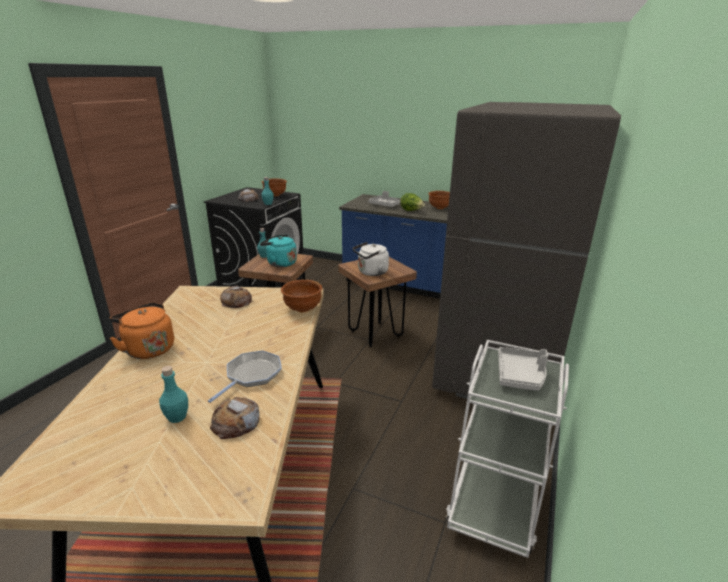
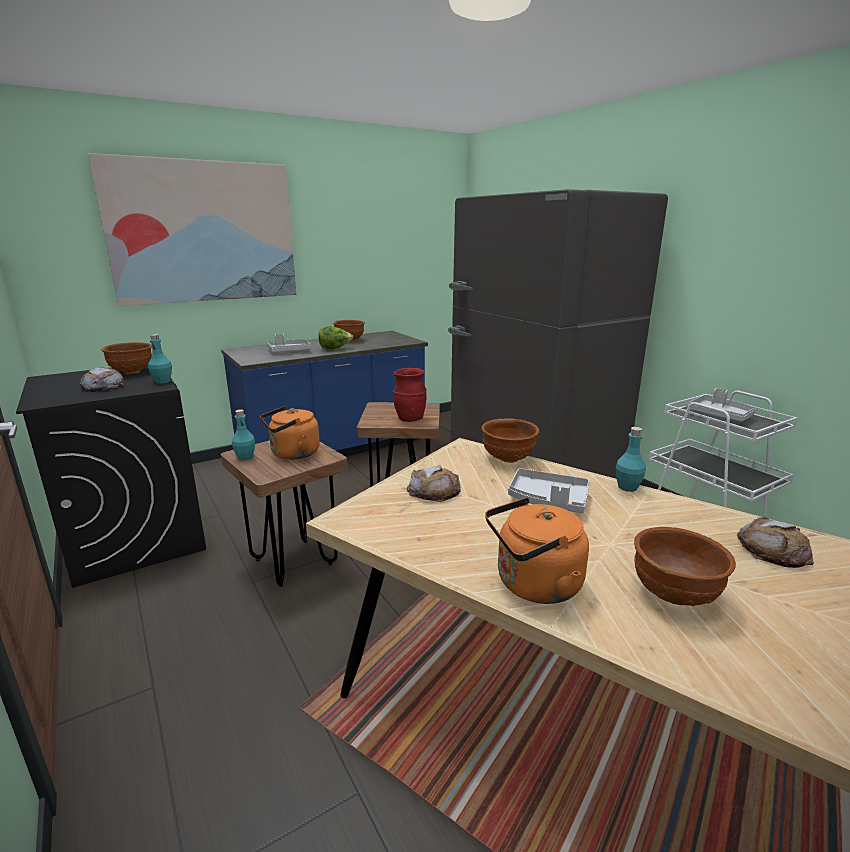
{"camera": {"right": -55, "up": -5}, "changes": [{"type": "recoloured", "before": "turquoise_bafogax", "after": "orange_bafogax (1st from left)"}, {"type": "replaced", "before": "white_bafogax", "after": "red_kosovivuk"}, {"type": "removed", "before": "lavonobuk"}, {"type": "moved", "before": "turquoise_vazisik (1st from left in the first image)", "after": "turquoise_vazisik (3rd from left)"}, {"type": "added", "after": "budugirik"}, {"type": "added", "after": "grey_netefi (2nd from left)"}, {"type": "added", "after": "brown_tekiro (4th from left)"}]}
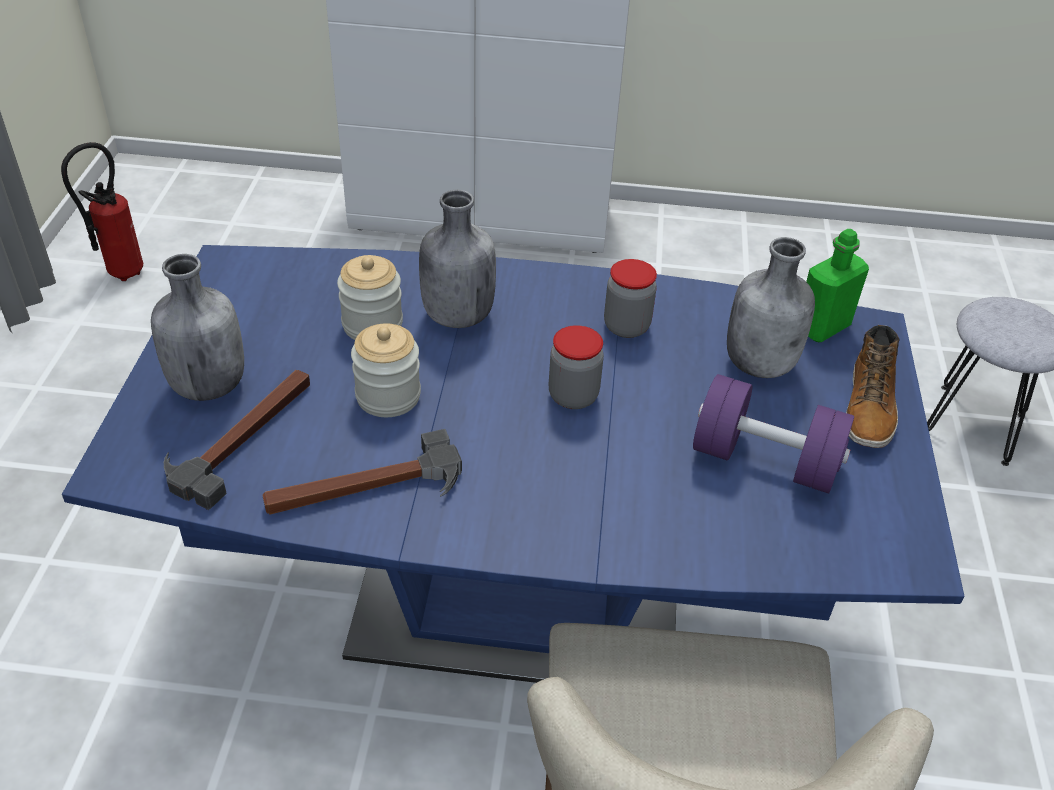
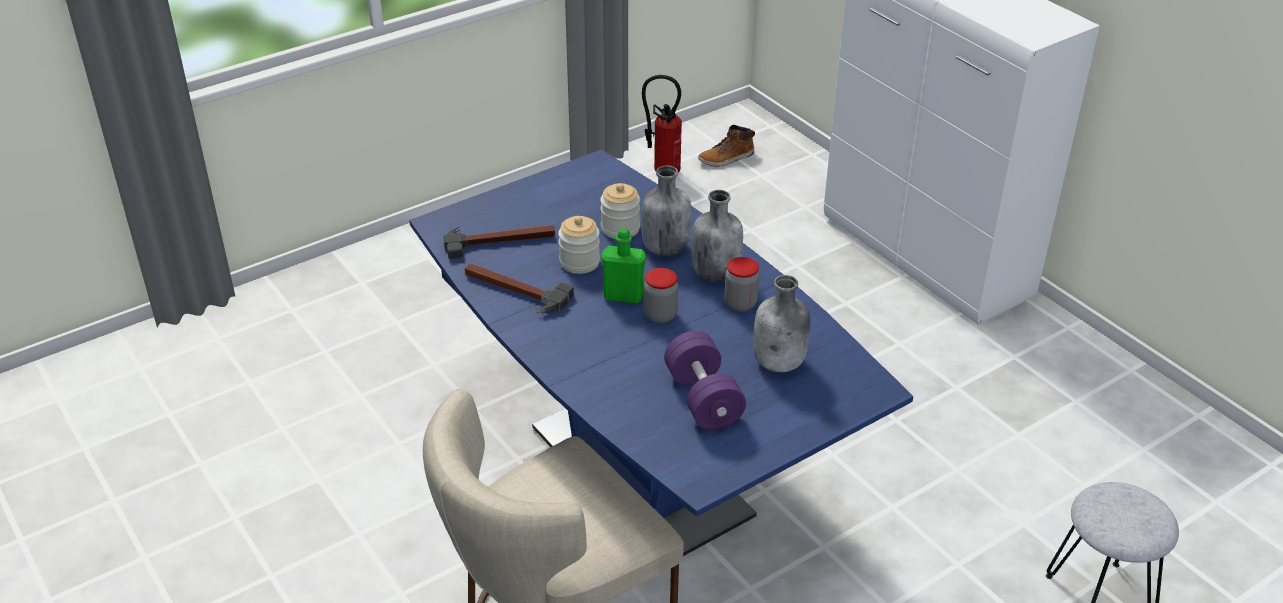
{"camera": {"right": 50, "up": -5}, "changes": [{"type": "moved", "before": "green_vazisik"}, {"type": "moved", "before": "grey_vazisik (1st from left in the first image)", "after": "grey_vazisik (2nd from left)"}, {"type": "moved", "before": "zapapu"}]}
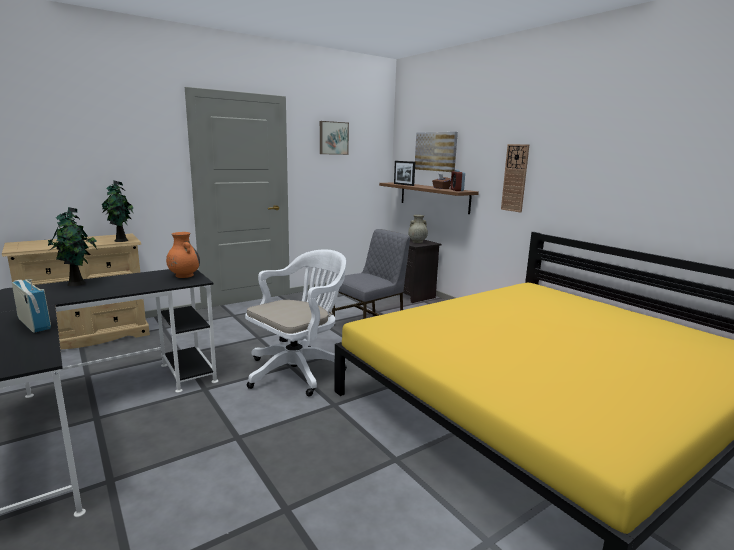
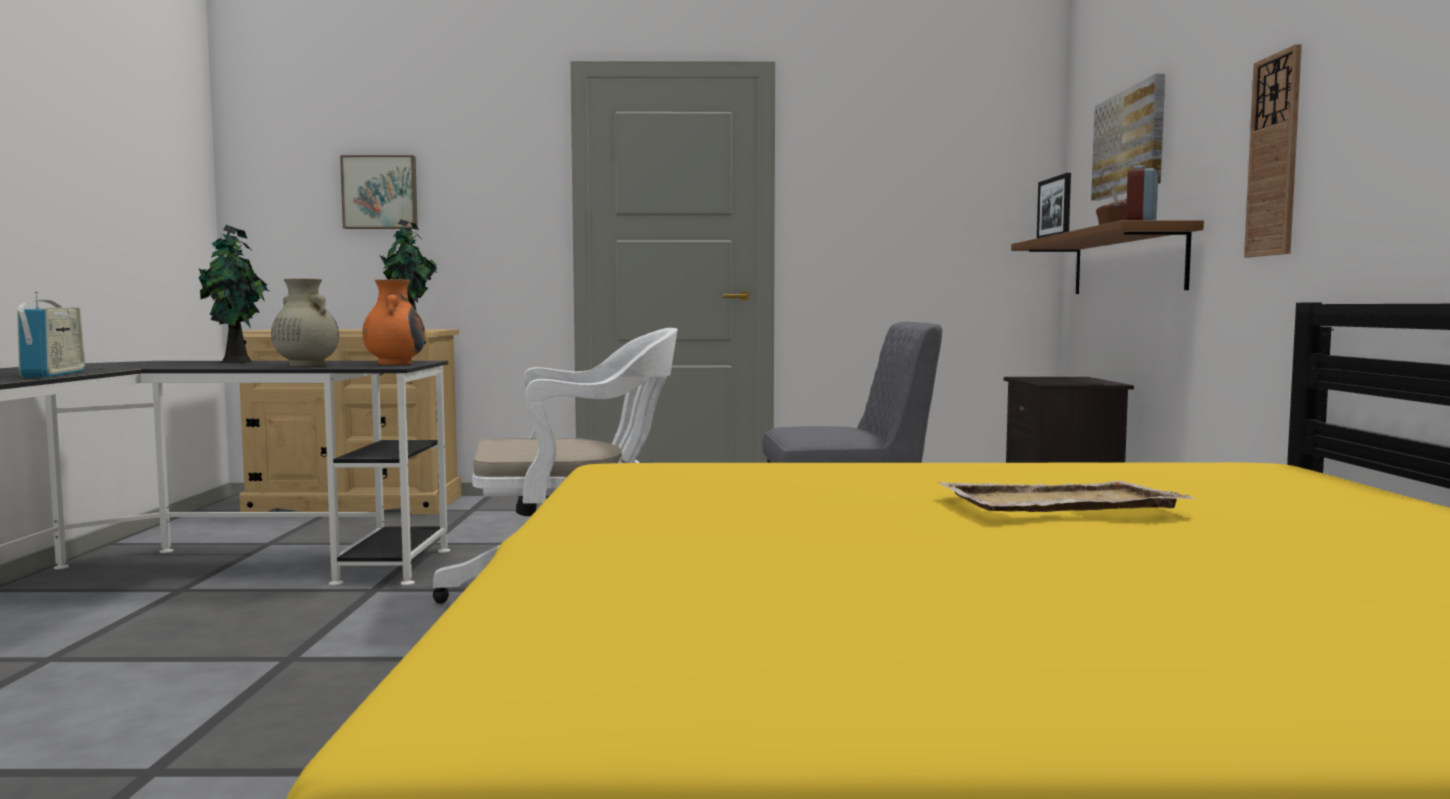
{"camera": {"right": 35, "up": -10}, "changes": [{"type": "moved", "before": "budugirik (1st from left)"}, {"type": "moved", "before": "beige_kosovivuk"}, {"type": "added", "after": "beige_netefi"}]}
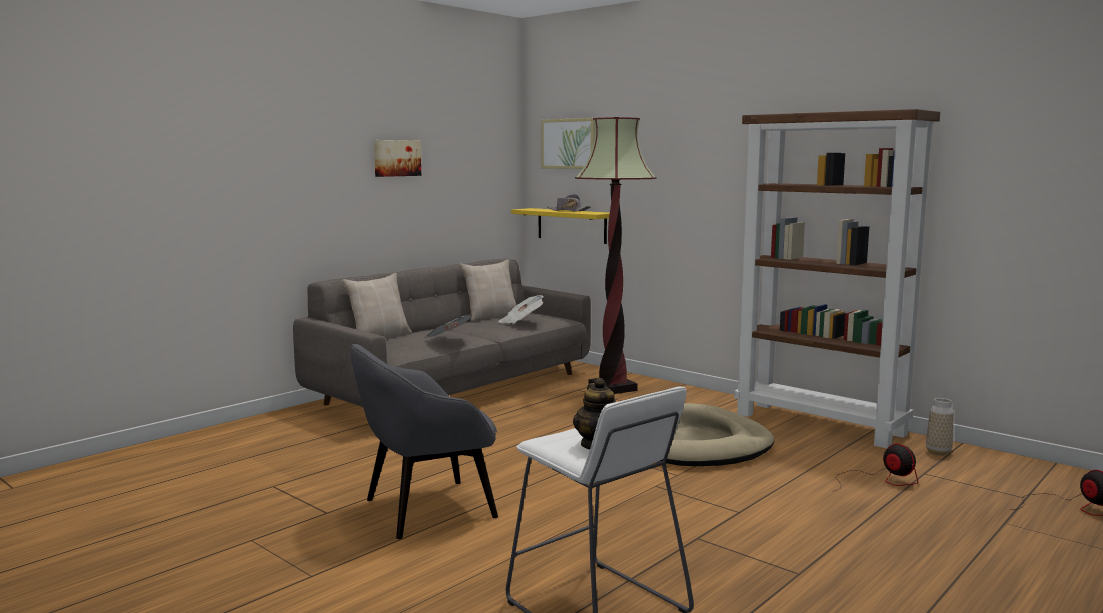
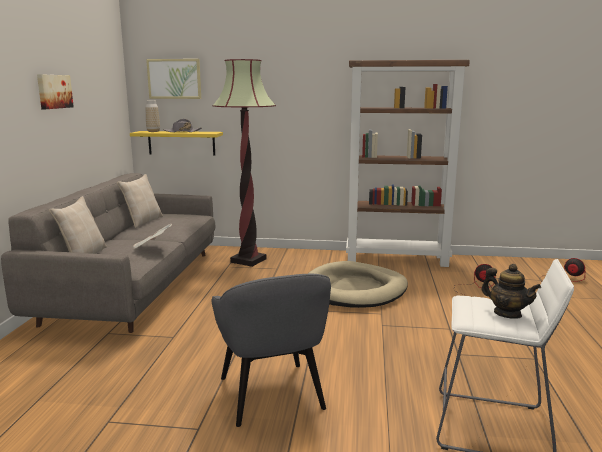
{"camera": {"right": -35, "up": 5}, "changes": [{"type": "removed", "before": "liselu (2nd from left)"}, {"type": "turned", "before": "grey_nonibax", "turn": -45}, {"type": "moved", "before": "kosovivuk"}]}
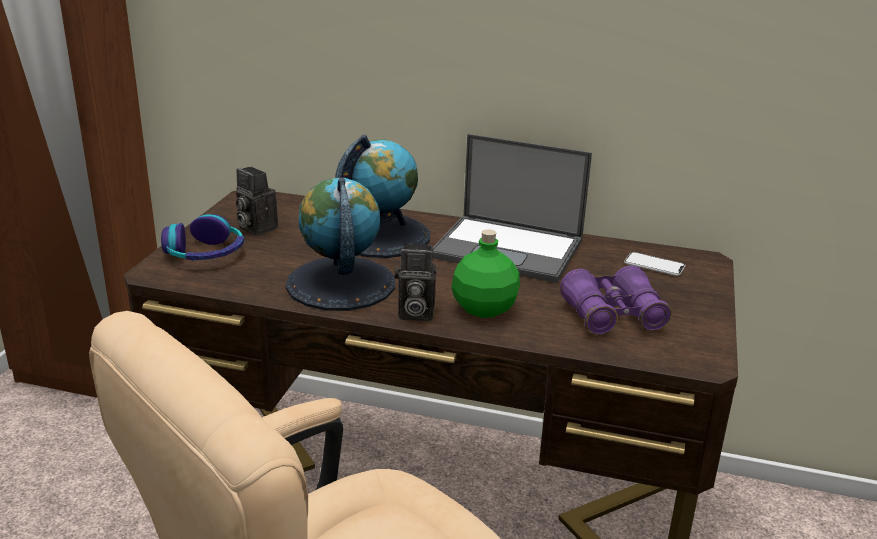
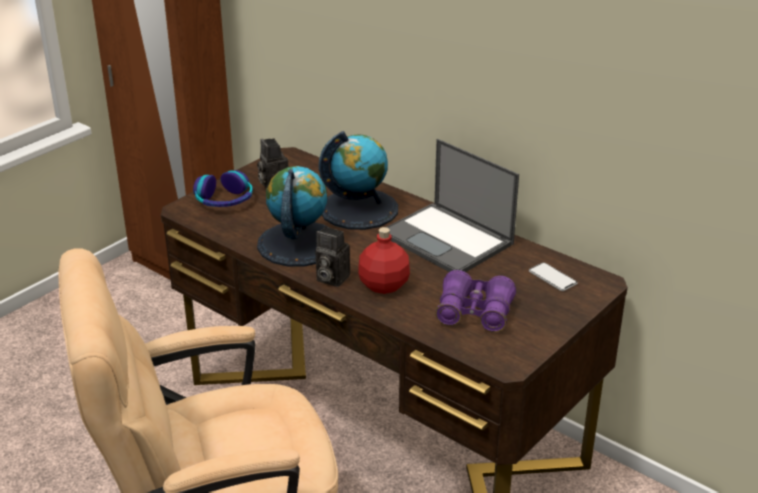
{"camera": {"right": 25, "up": 5}, "changes": [{"type": "recoloured", "before": "green_vazisik", "after": "red_vazisik"}]}
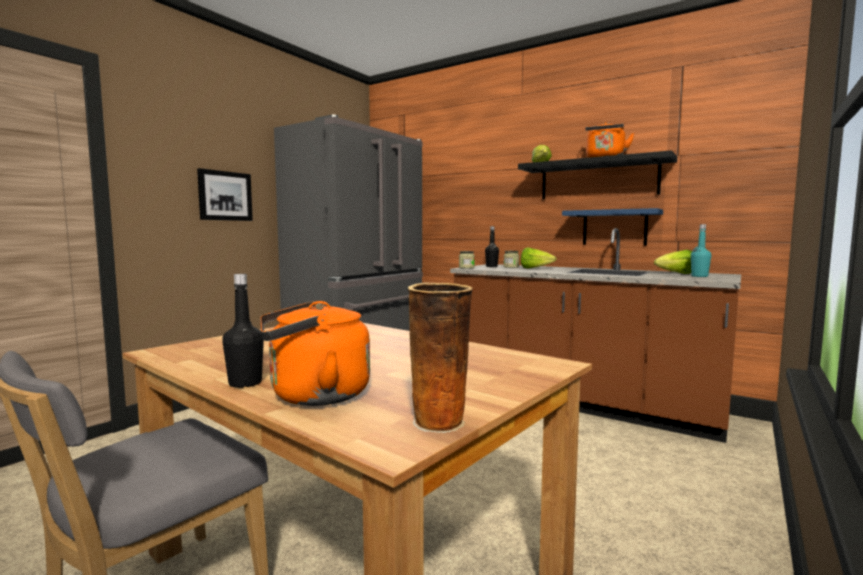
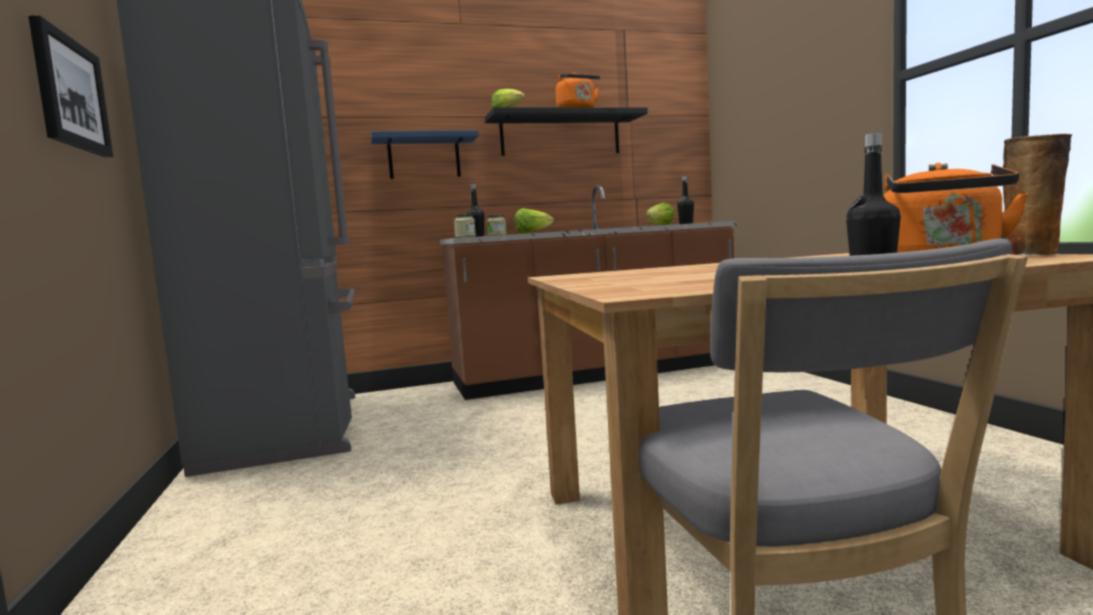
{"camera": {"right": -50, "up": 0}, "changes": [{"type": "moved", "before": "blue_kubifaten"}, {"type": "recoloured", "before": "turquoise_vazisik", "after": "black_vazisik (2nd from left)"}]}
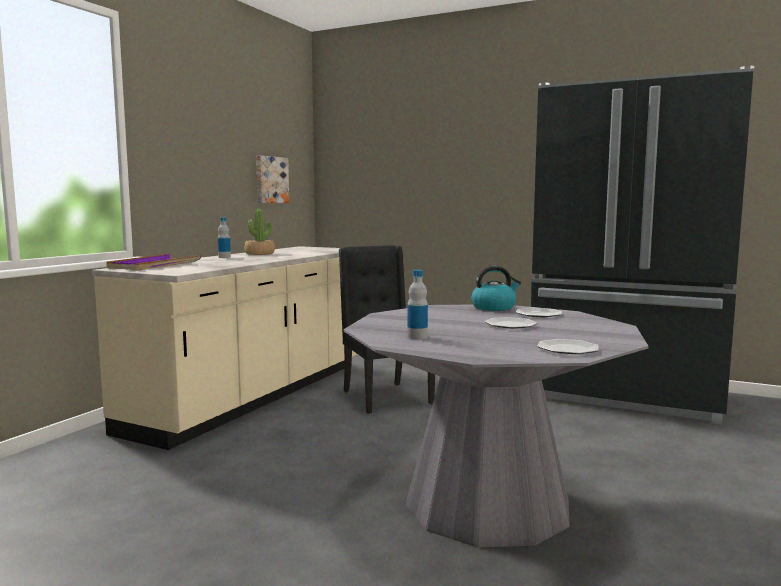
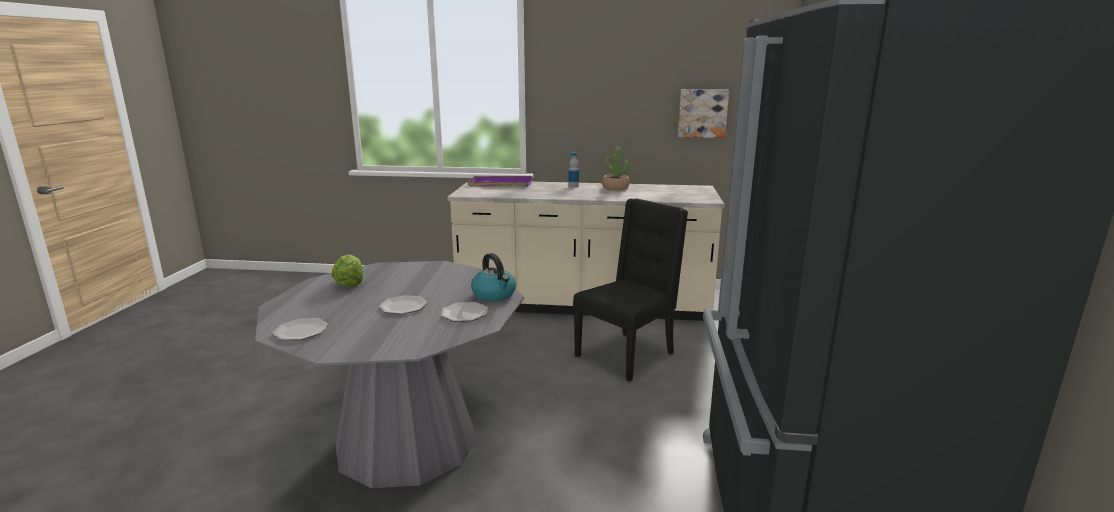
{"camera": {"right": 70, "up": 10}, "changes": [{"type": "replaced", "before": "vazisik (2nd from left)", "after": "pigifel"}]}
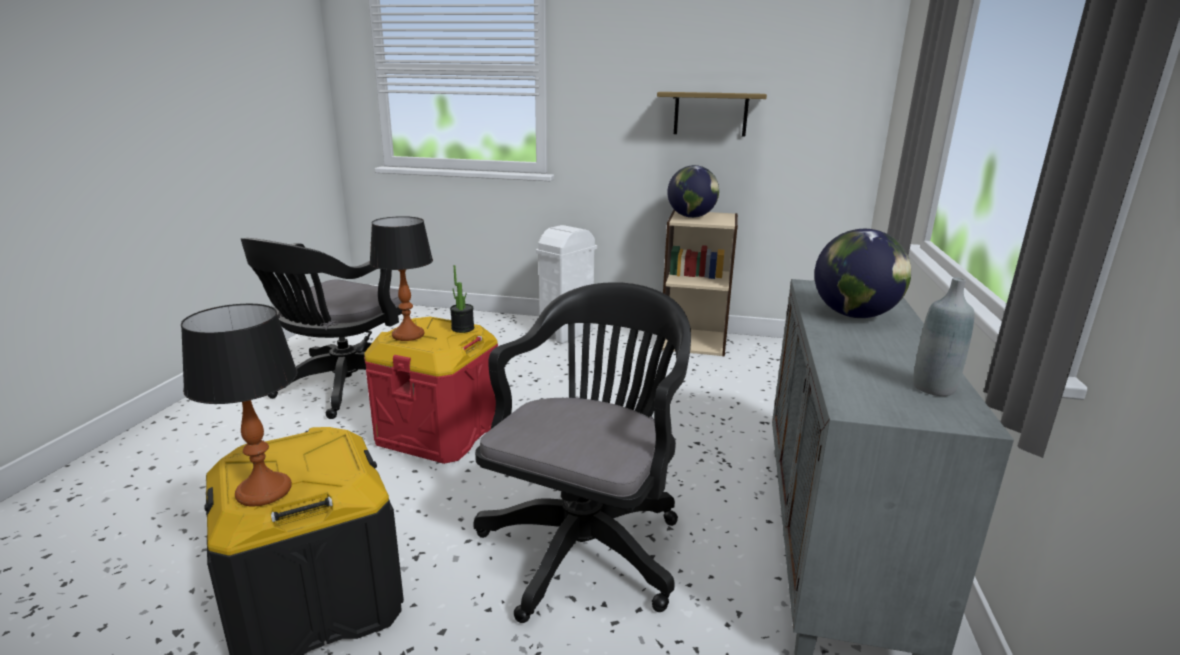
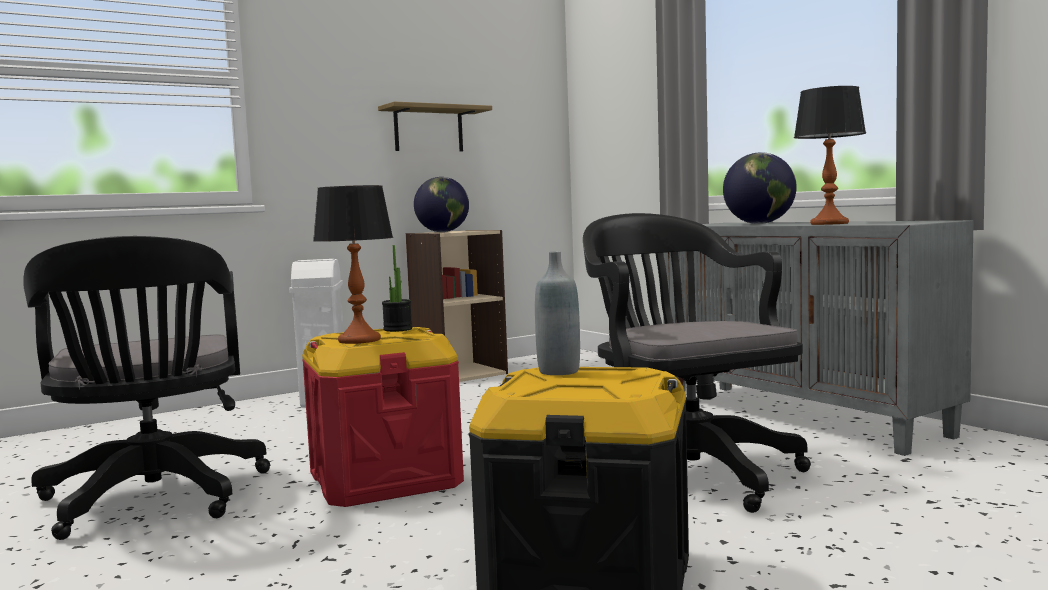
{"camera": {"right": -45, "up": -15}, "changes": [{"type": "moved", "before": "grey_vazisik"}, {"type": "moved", "before": "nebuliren (1st from left in the first image)", "after": "nebuliren (2nd from left)"}]}
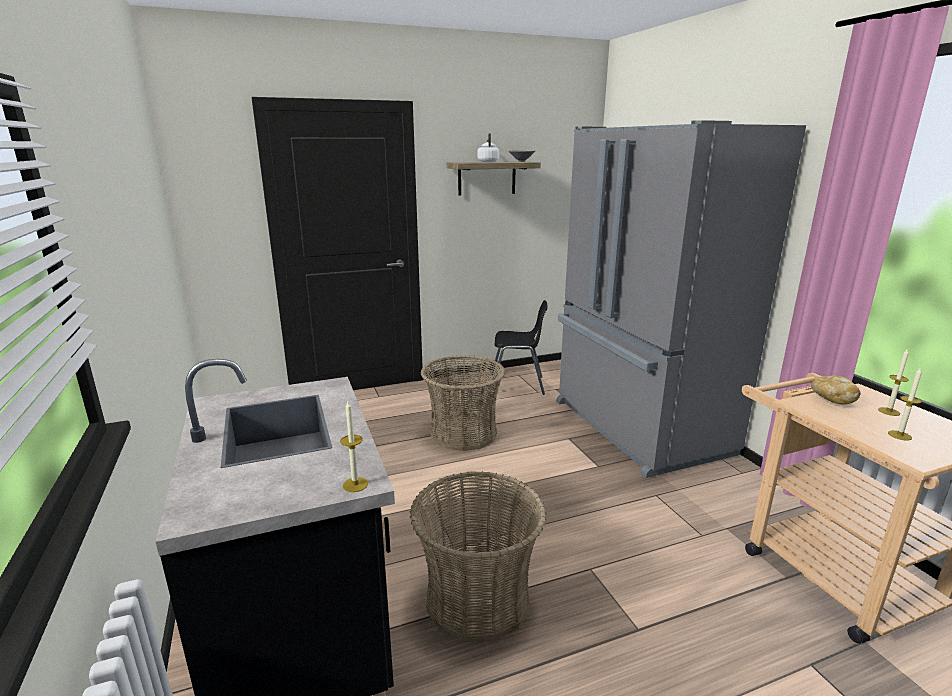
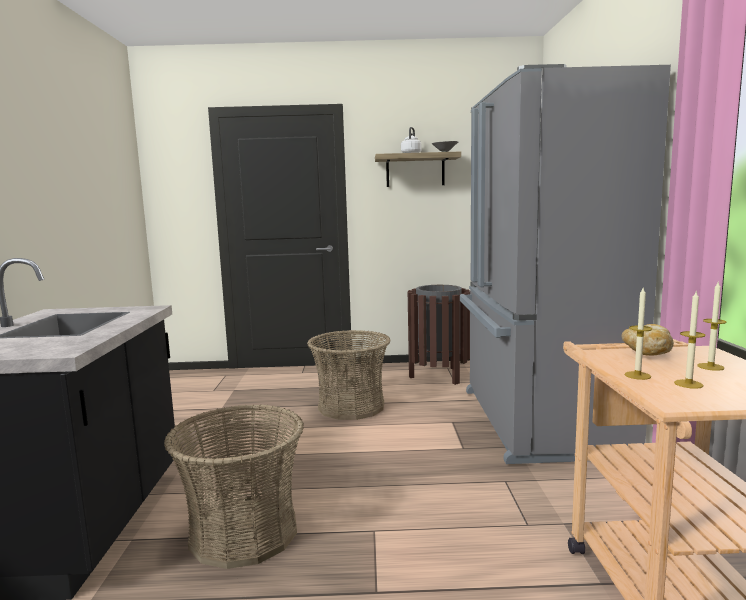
{"camera": {"right": 20, "up": -10}, "changes": [{"type": "replaced", "before": "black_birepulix", "after": "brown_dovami"}, {"type": "moved", "before": "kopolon (1st from left)"}]}
